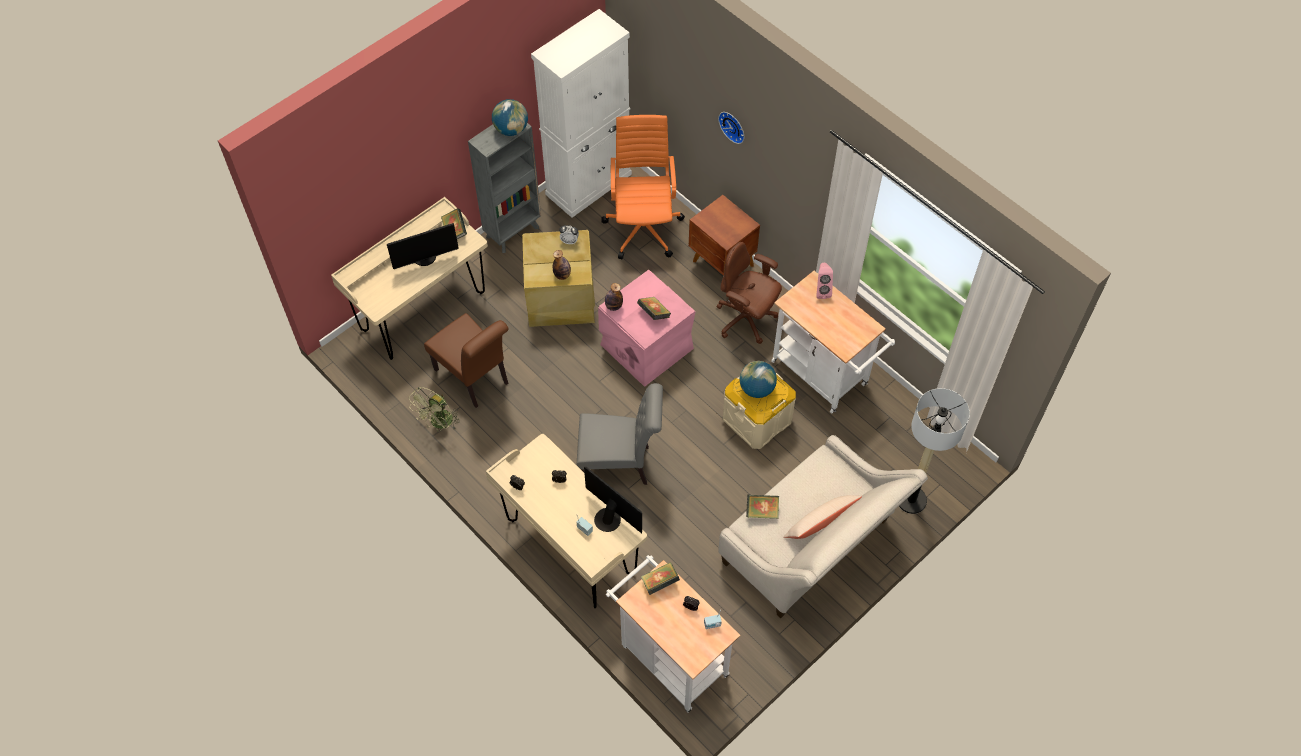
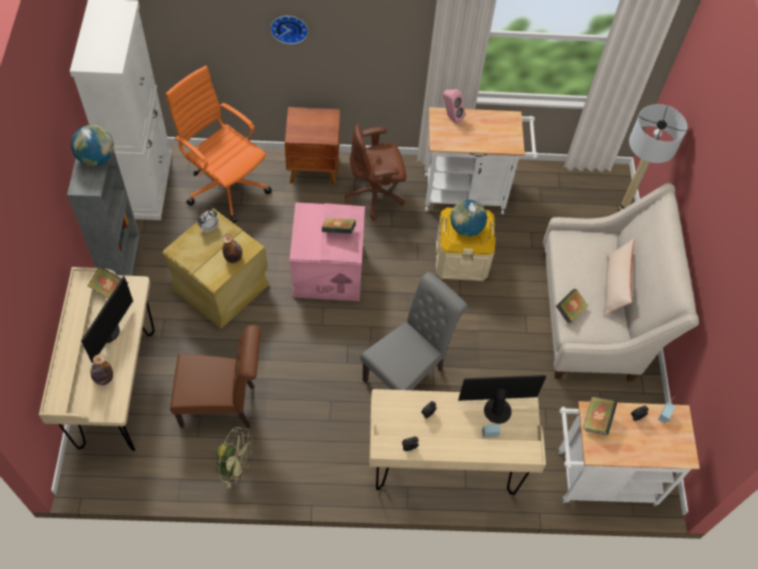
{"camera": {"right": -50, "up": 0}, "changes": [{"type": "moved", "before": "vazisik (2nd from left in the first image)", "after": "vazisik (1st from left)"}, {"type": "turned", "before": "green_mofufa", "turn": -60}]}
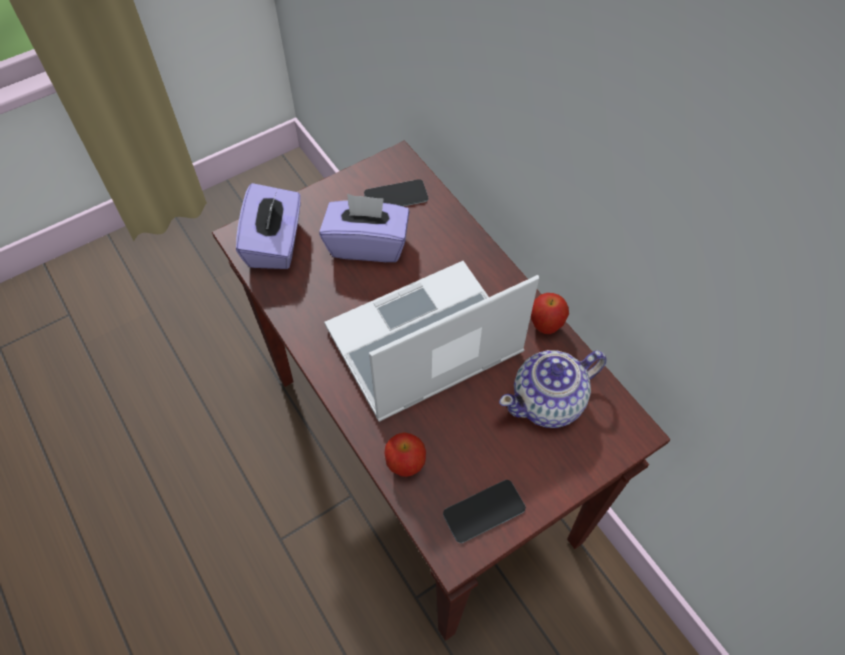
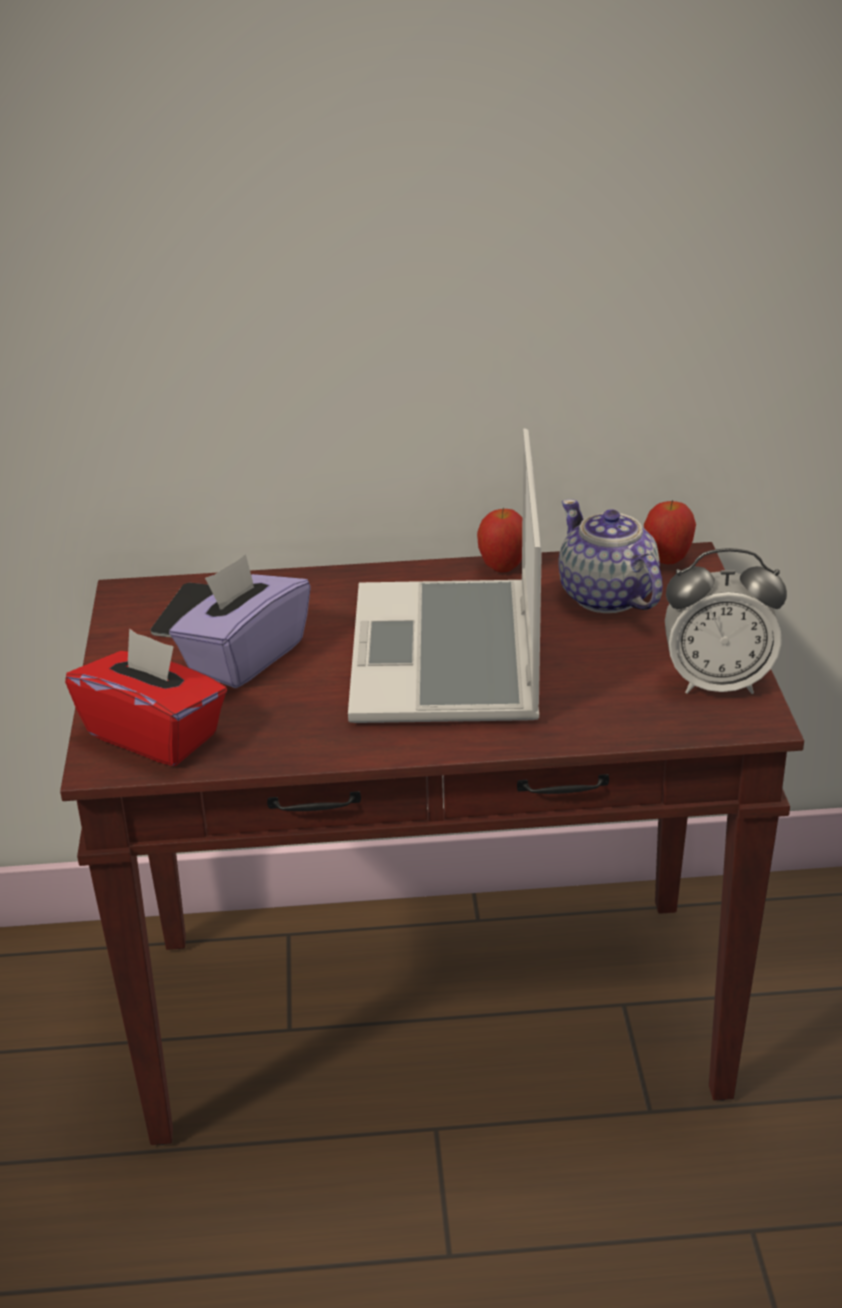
{"camera": {"right": -60, "up": -25}, "changes": [{"type": "recoloured", "before": "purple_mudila (1st from left)", "after": "red_mudila"}, {"type": "turned", "before": "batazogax", "turn": 150}, {"type": "moved", "before": "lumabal (1st from left in the first image)", "after": "lumabal (2nd from left)"}, {"type": "replaced", "before": "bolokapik (2nd from left)", "after": "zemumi"}]}
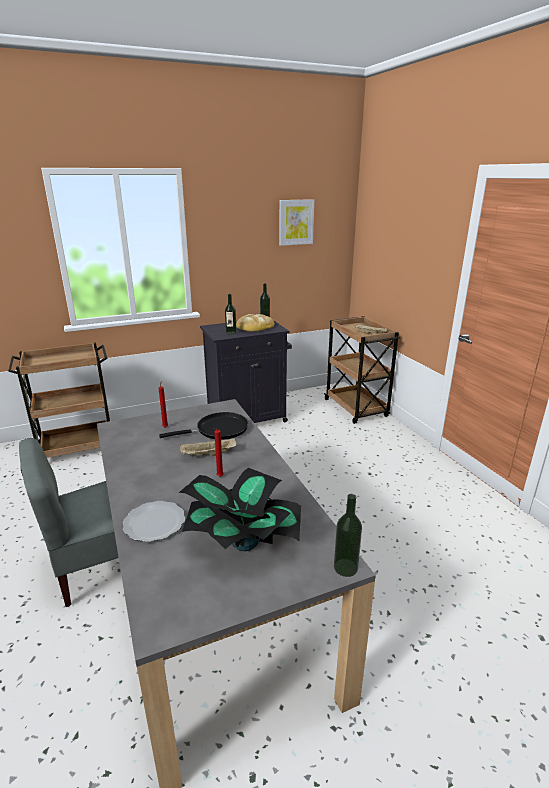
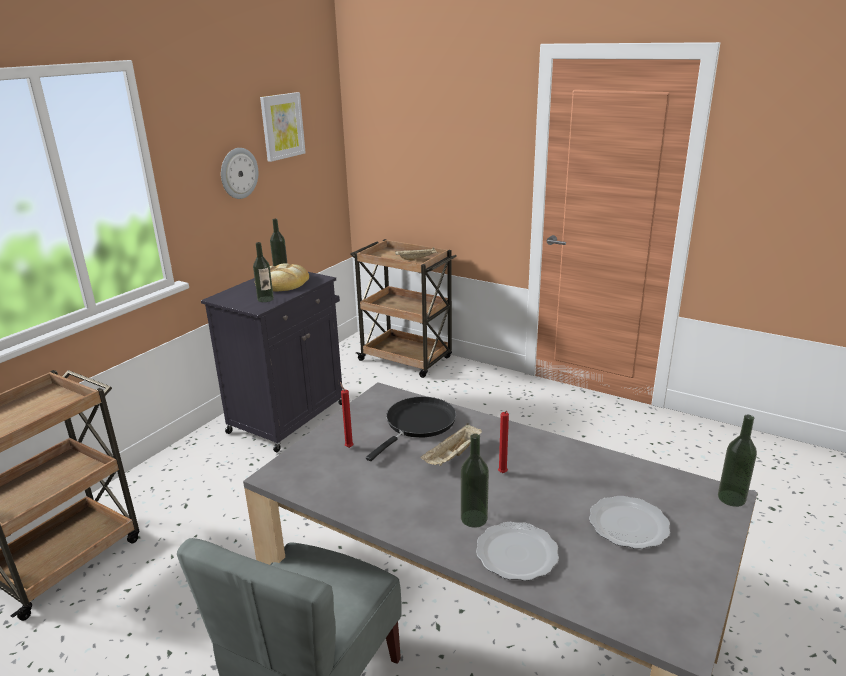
{"camera": {"right": -35, "up": 0}, "changes": [{"type": "replaced", "before": "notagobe", "after": "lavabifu (2nd from left)"}, {"type": "added", "after": "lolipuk"}, {"type": "added", "after": "vazisik (3rd from left)"}]}
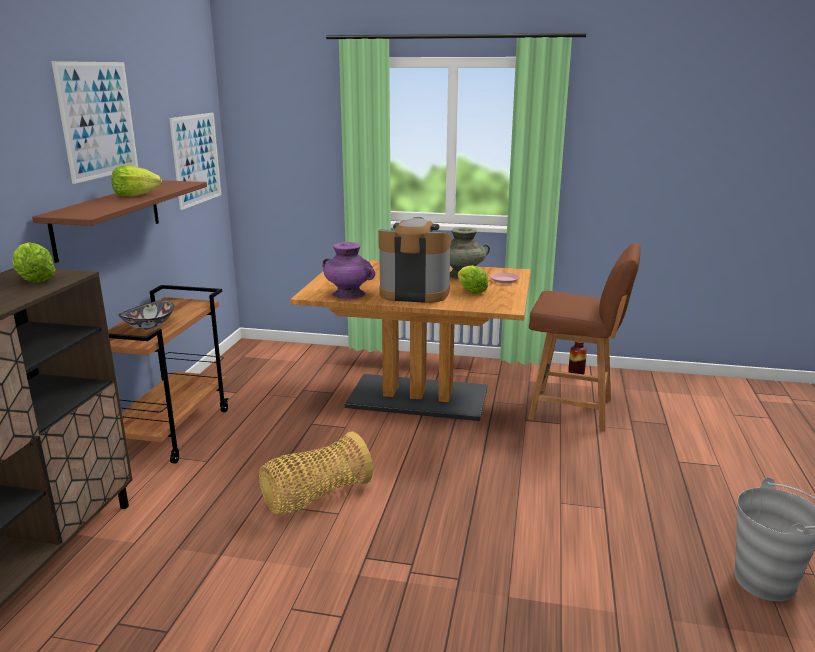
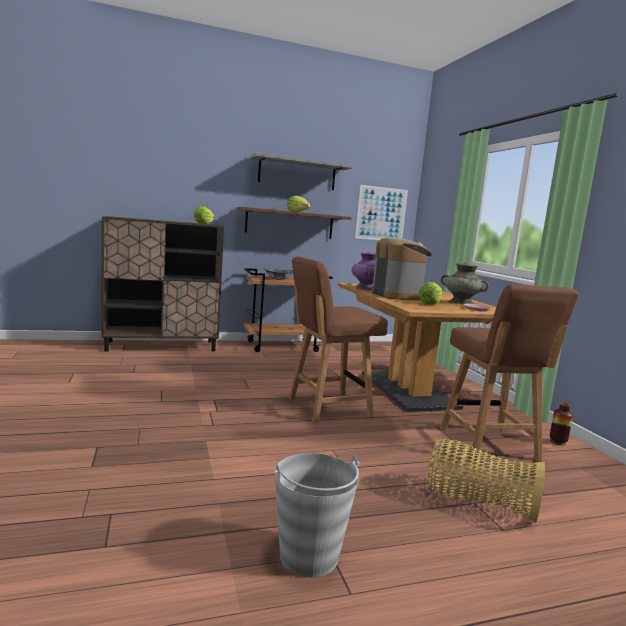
{"camera": {"right": 60, "up": -10}, "changes": [{"type": "replaced", "before": "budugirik (1st from left)", "after": "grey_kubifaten"}, {"type": "moved", "before": "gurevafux"}, {"type": "added", "after": "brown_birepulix (1st from left)"}]}
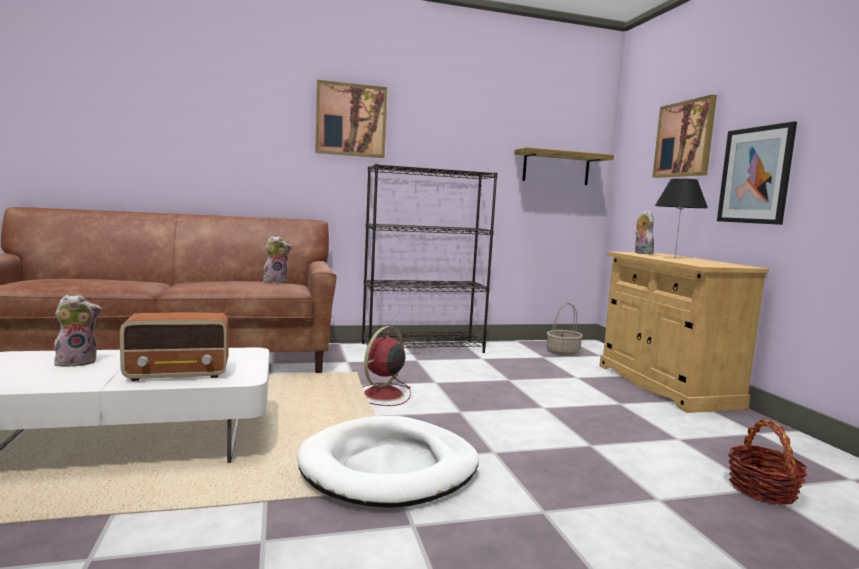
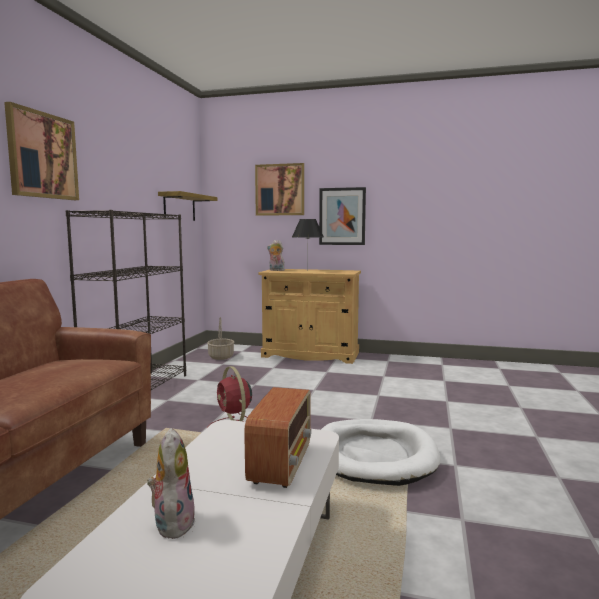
{"camera": {"right": -60, "up": 0}, "changes": [{"type": "removed", "before": "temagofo (2nd from left)"}, {"type": "removed", "before": "gurevafux (2nd from left)"}]}
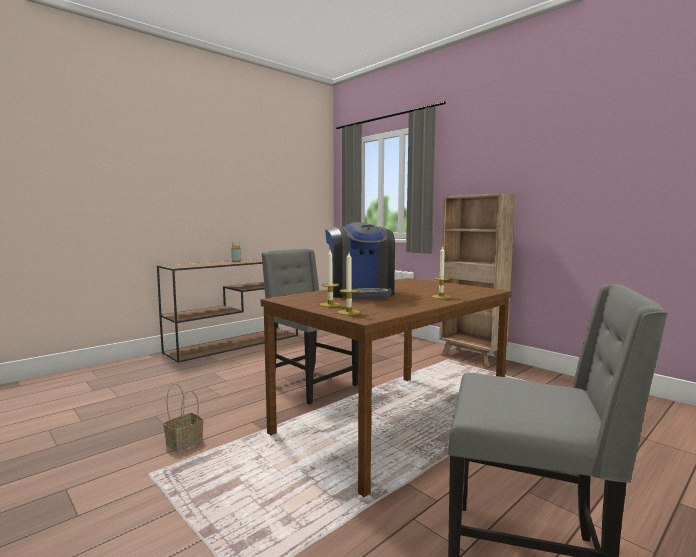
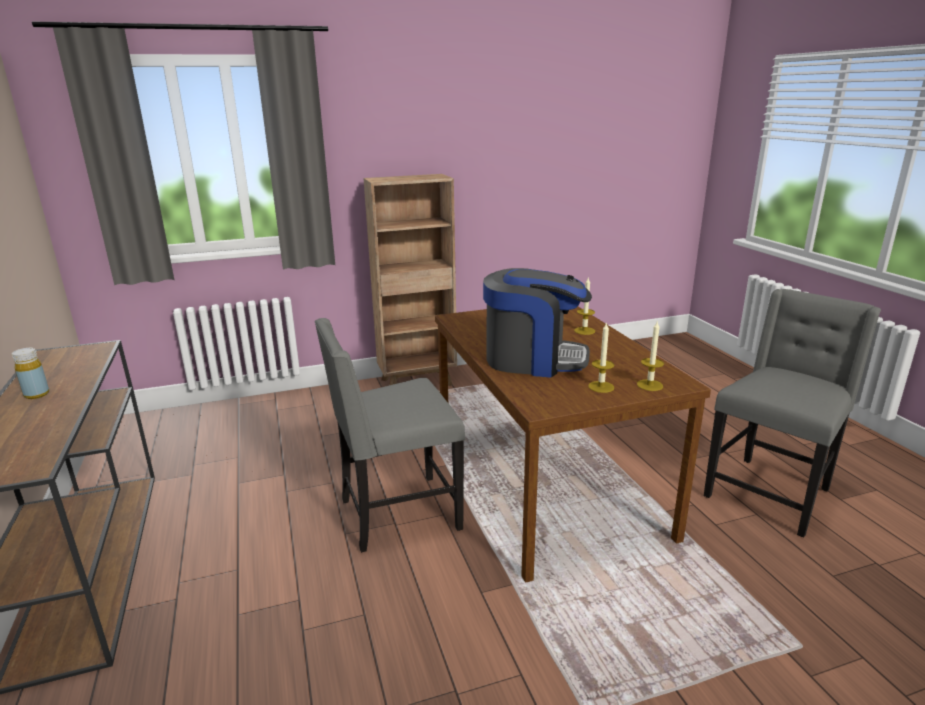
{"camera": {"right": -65, "up": 15}, "changes": [{"type": "removed", "before": "gurevafux"}]}
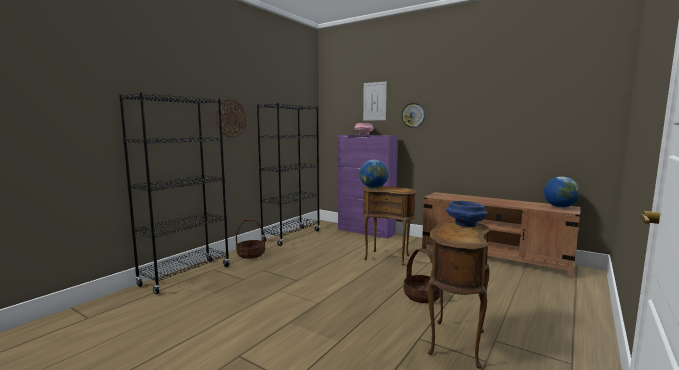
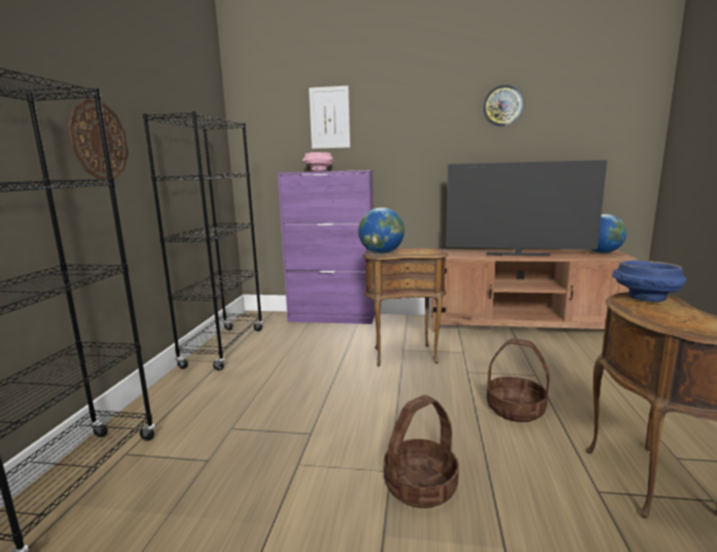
{"camera": {"right": -25, "up": 5}, "changes": [{"type": "moved", "before": "lolipuk (2nd from left)"}, {"type": "moved", "before": "gurevafux (1st from left)"}, {"type": "added", "after": "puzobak"}]}
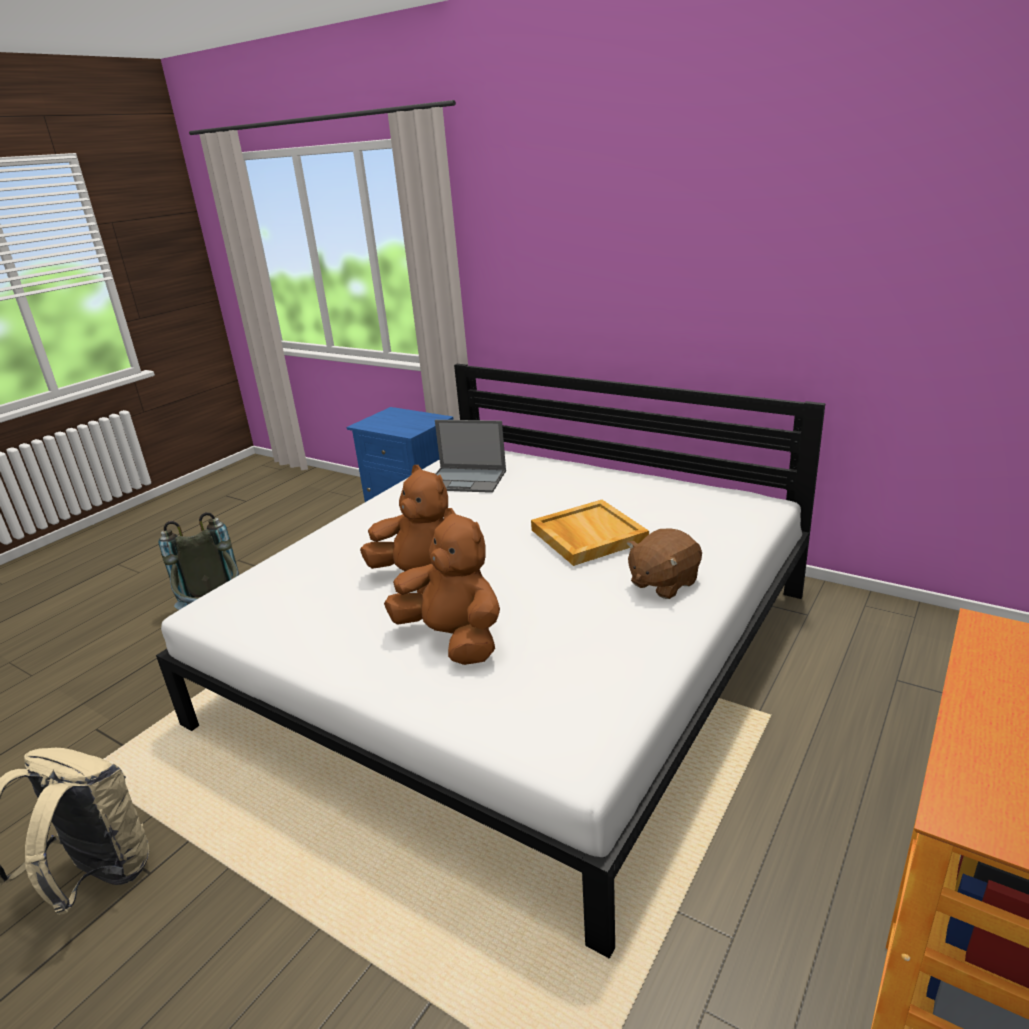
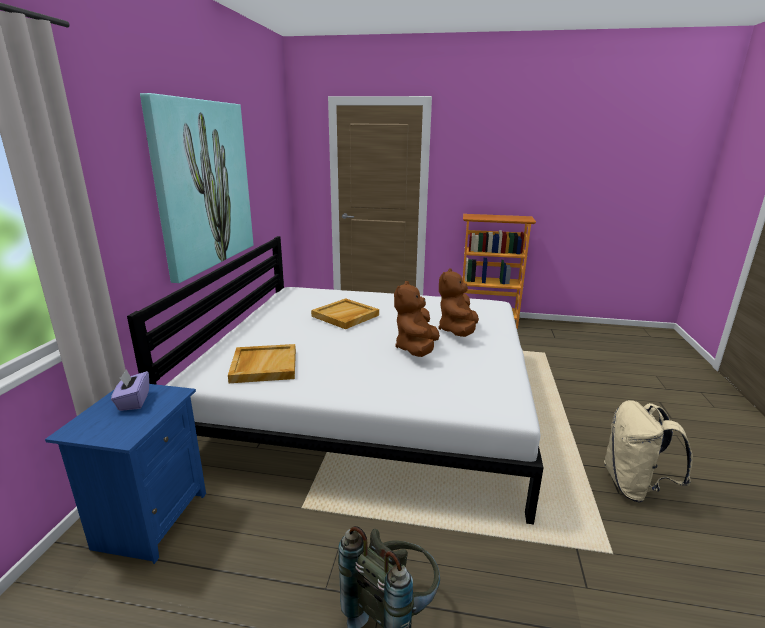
{"camera": {"right": -115, "up": -5}, "changes": [{"type": "replaced", "before": "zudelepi", "after": "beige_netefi (1st from left)"}, {"type": "removed", "before": "brown_temagofo (3rd from left)"}, {"type": "added", "after": "budugirik"}, {"type": "added", "after": "purple_mudila"}]}
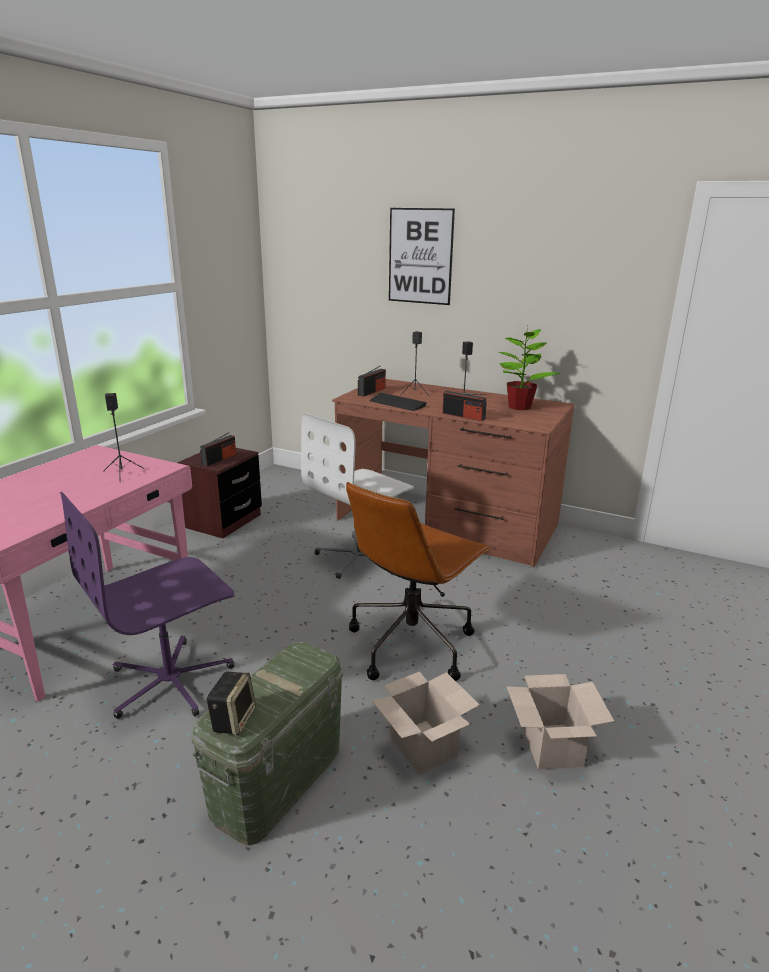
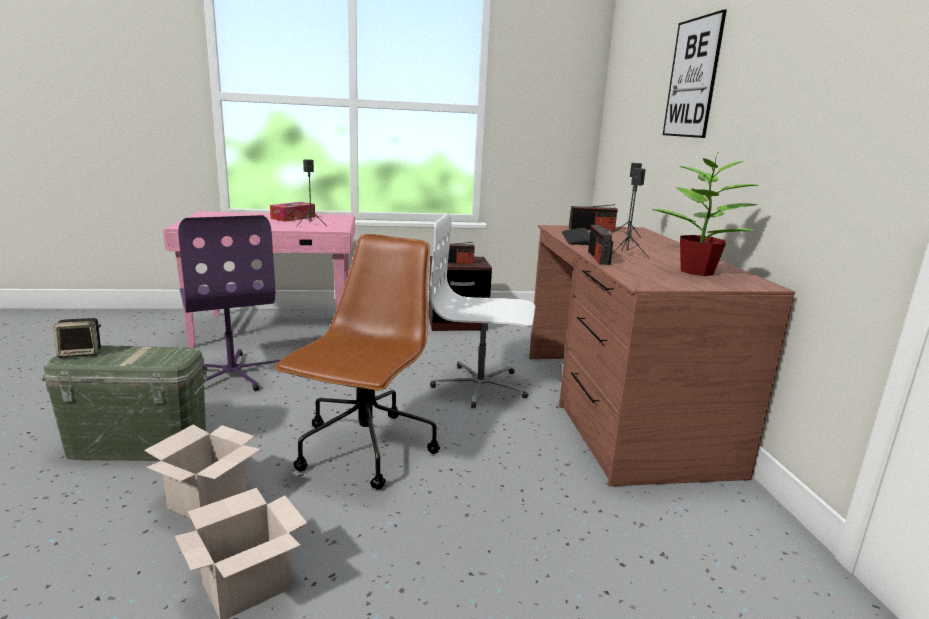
{"camera": {"right": 55, "up": -5}, "changes": [{"type": "turned", "before": "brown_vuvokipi", "turn": 105}, {"type": "turned", "before": "purple_vuvokipi", "turn": -135}, {"type": "added", "after": "mudila"}]}
